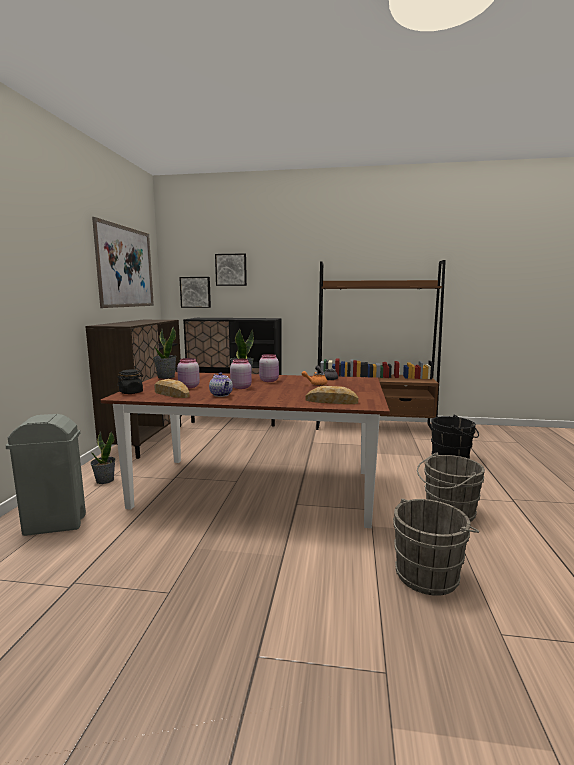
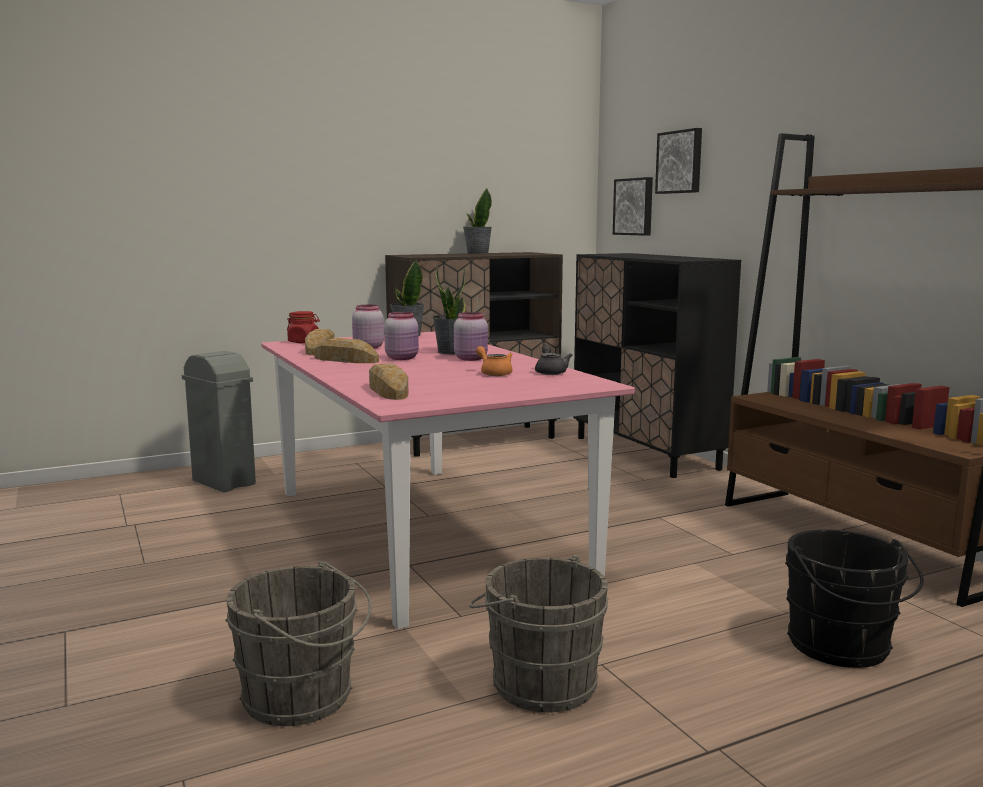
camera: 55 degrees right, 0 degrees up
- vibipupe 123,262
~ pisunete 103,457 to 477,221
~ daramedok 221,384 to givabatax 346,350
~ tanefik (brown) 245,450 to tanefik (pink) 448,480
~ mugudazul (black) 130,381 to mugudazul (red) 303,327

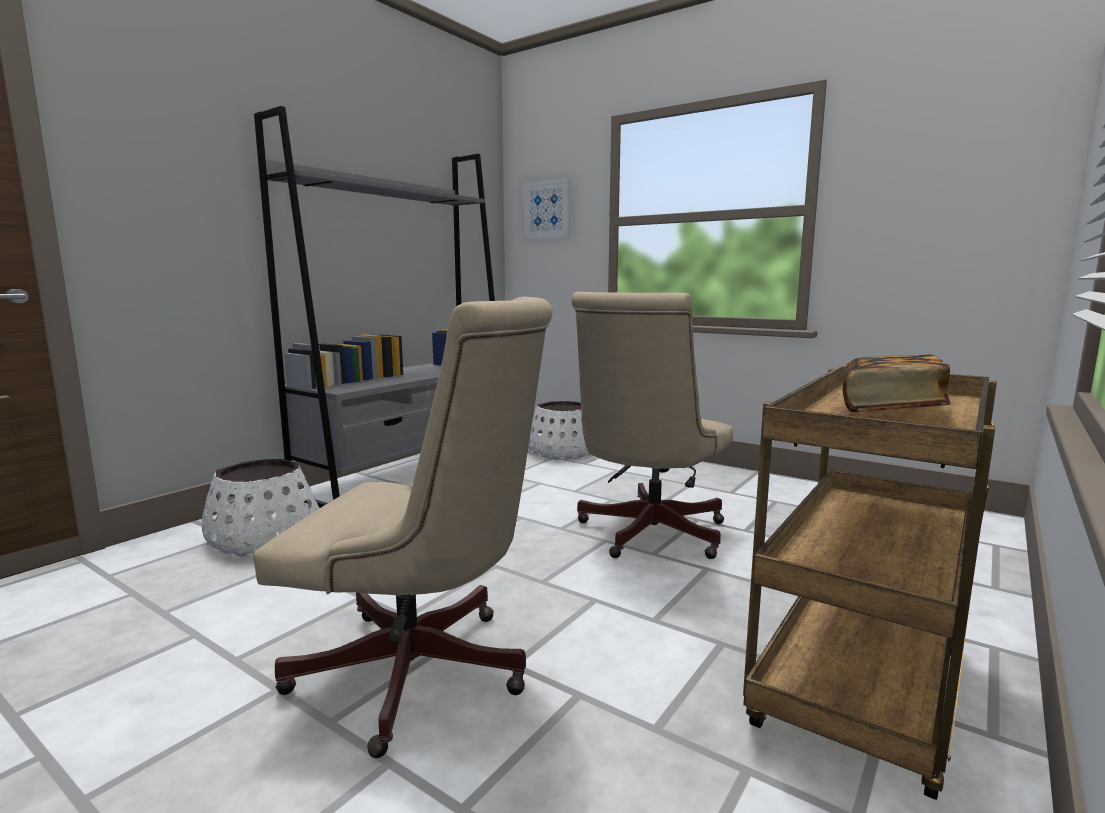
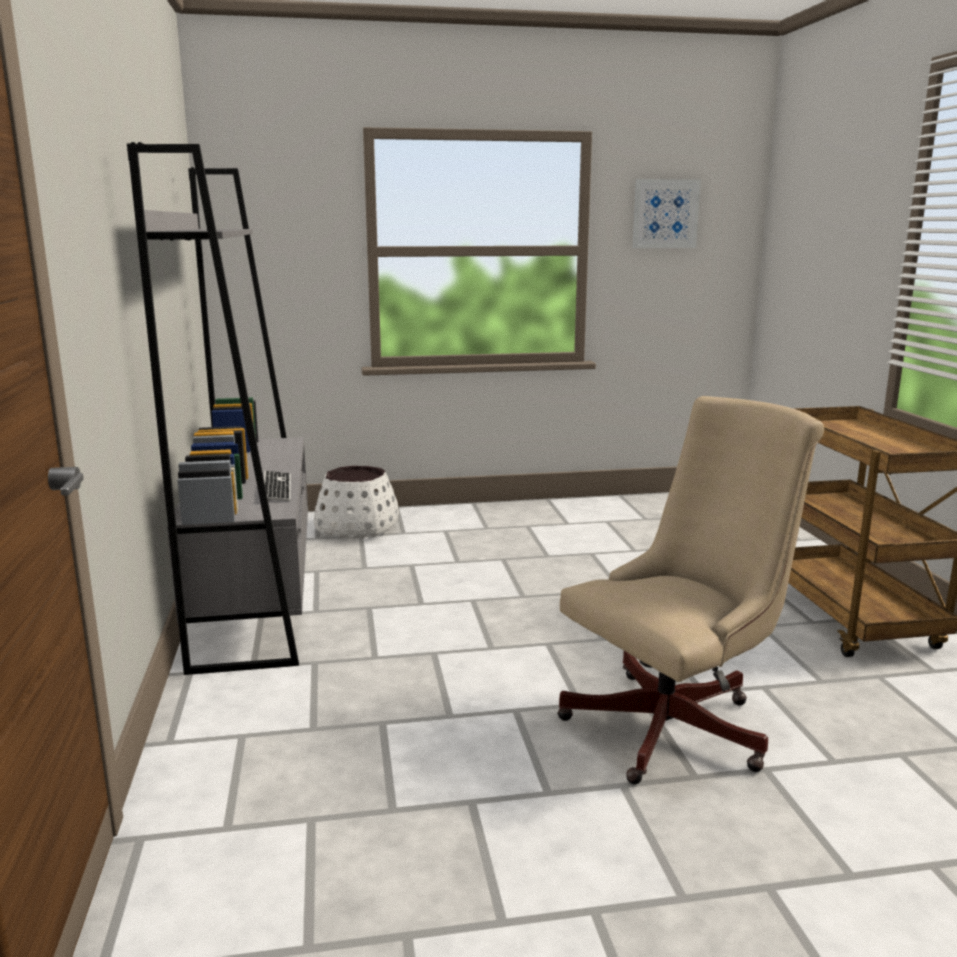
camera: 45 degrees left, 5 degrees up
- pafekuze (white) 260,508
- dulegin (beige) 652,425
- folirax 896,383
+ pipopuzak 277,486
~ vibipupe 547,208 to 667,213

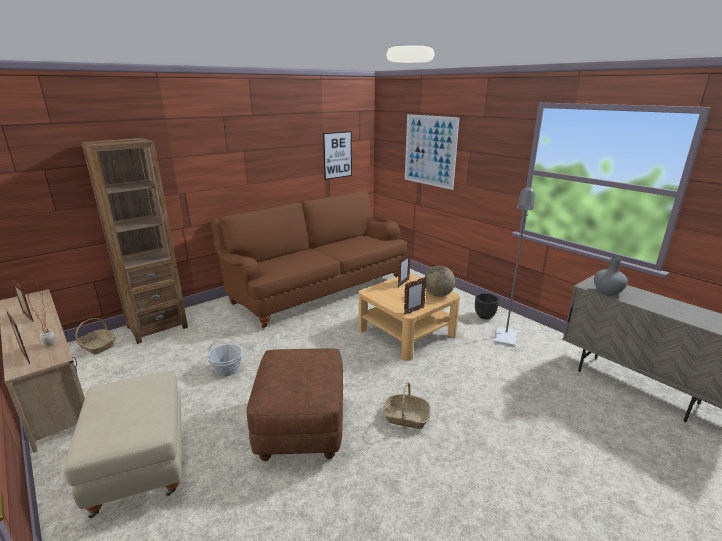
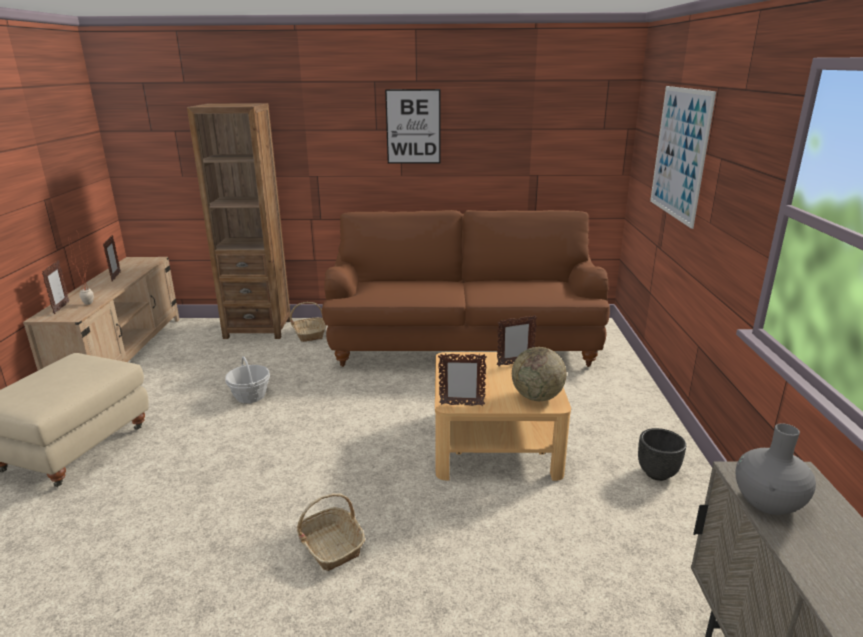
camera: 40 degrees right, 0 degrees up
- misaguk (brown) 295,404
- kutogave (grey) 514,266
~ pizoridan 95,336 to 308,322
~ vibipupe 337,155 to 412,126

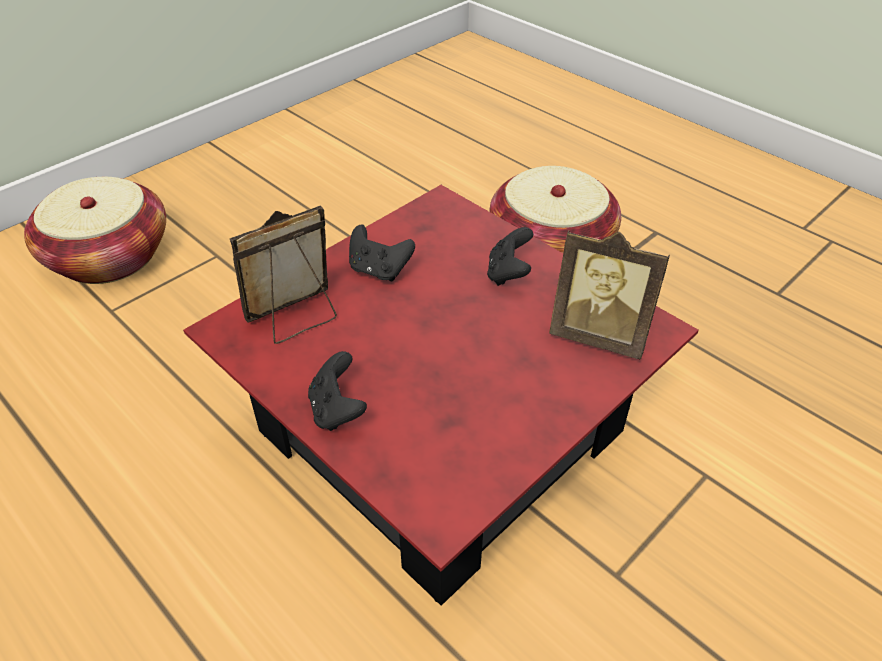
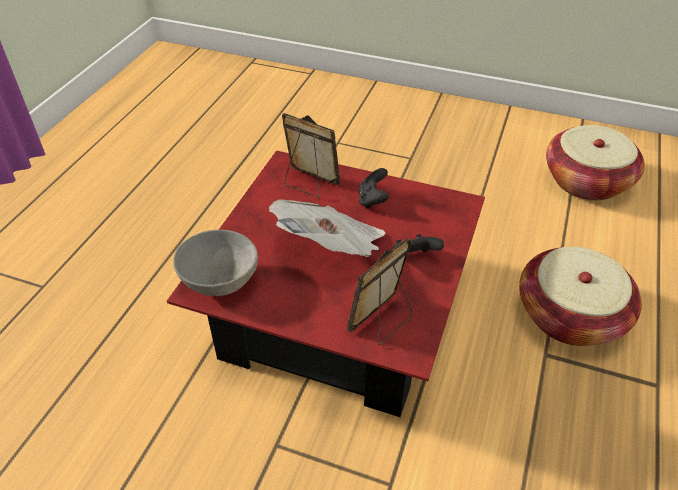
camera: 65 degrees right, 0 degrees up
- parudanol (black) 337,391
+ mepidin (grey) 215,263
+ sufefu 327,228
~ pizoridan 95,230 to 595,163
~ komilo 609,295 = 380,292 45 degrees clockwise

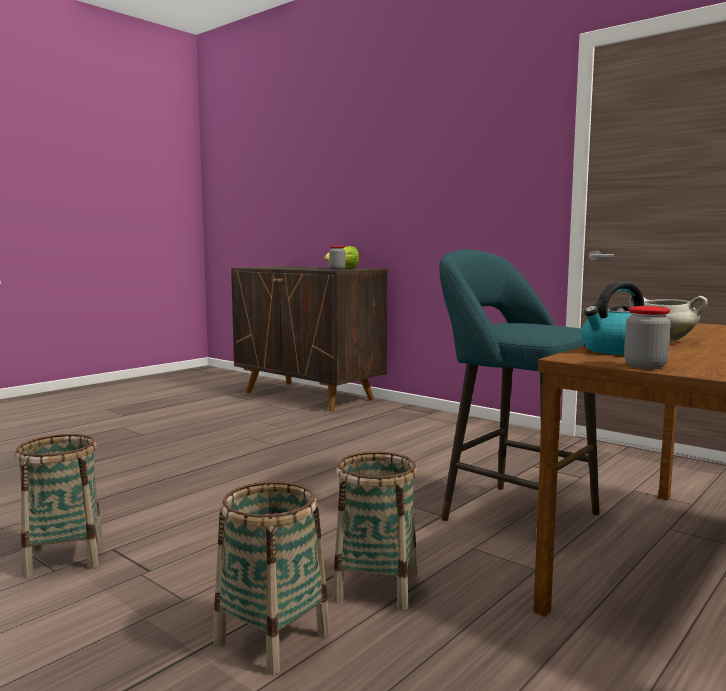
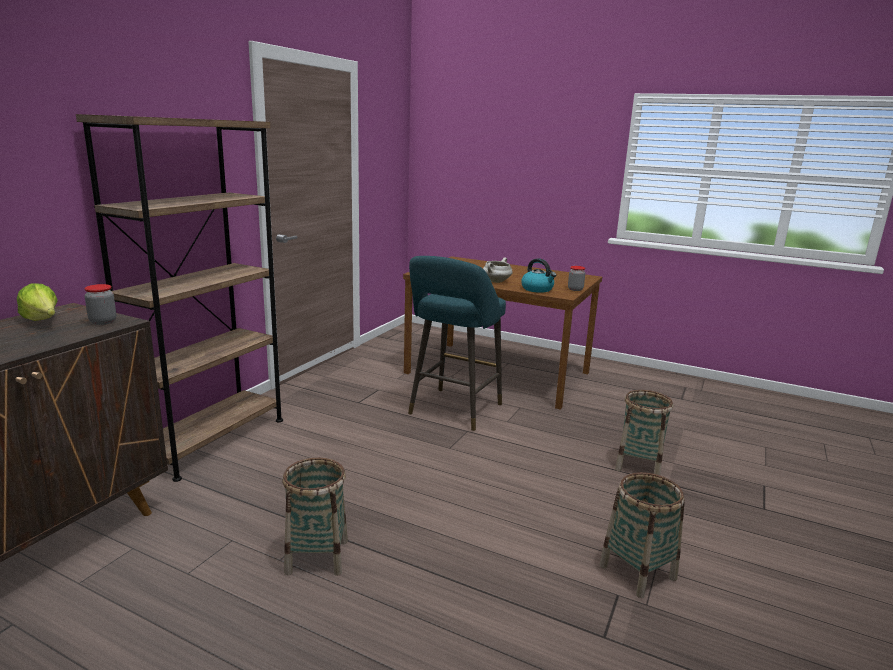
camera: 105 degrees left, 10 degrees up
+ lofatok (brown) 179,298
~ pizoridan 374,531 to 315,517

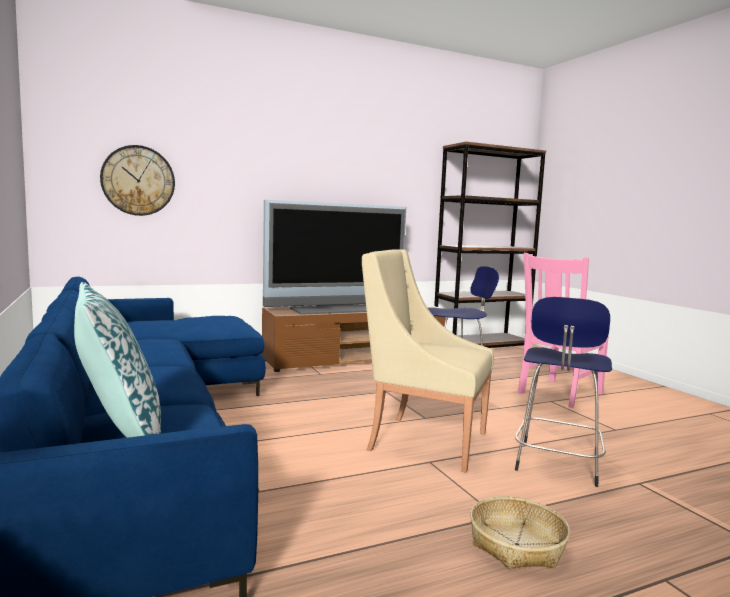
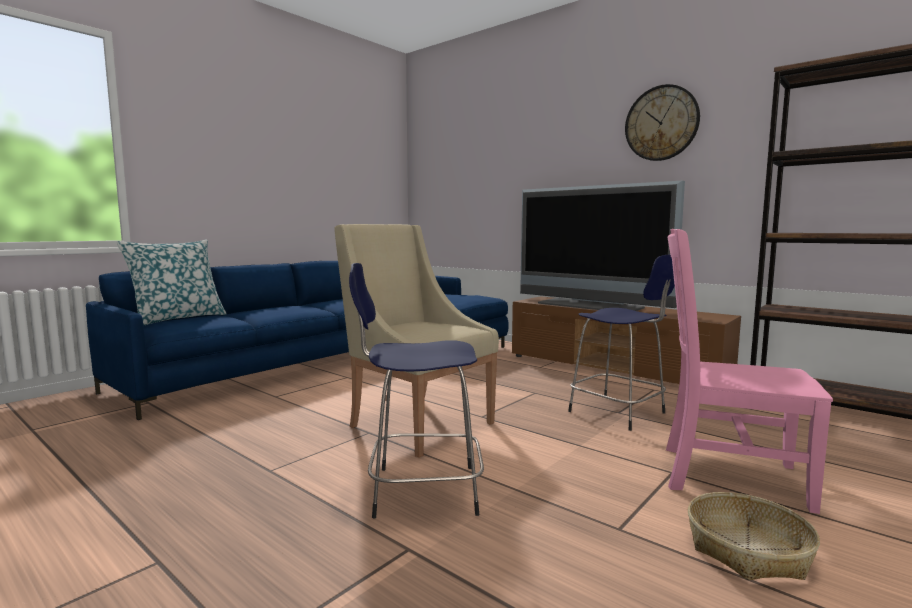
camera: 65 degrees right, 0 degrees up
~ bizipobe 137,180 to 662,122
~ pizoridan 520,532 to 754,536
~ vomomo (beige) 428,361 = 416,341 45 degrees counterclockwise

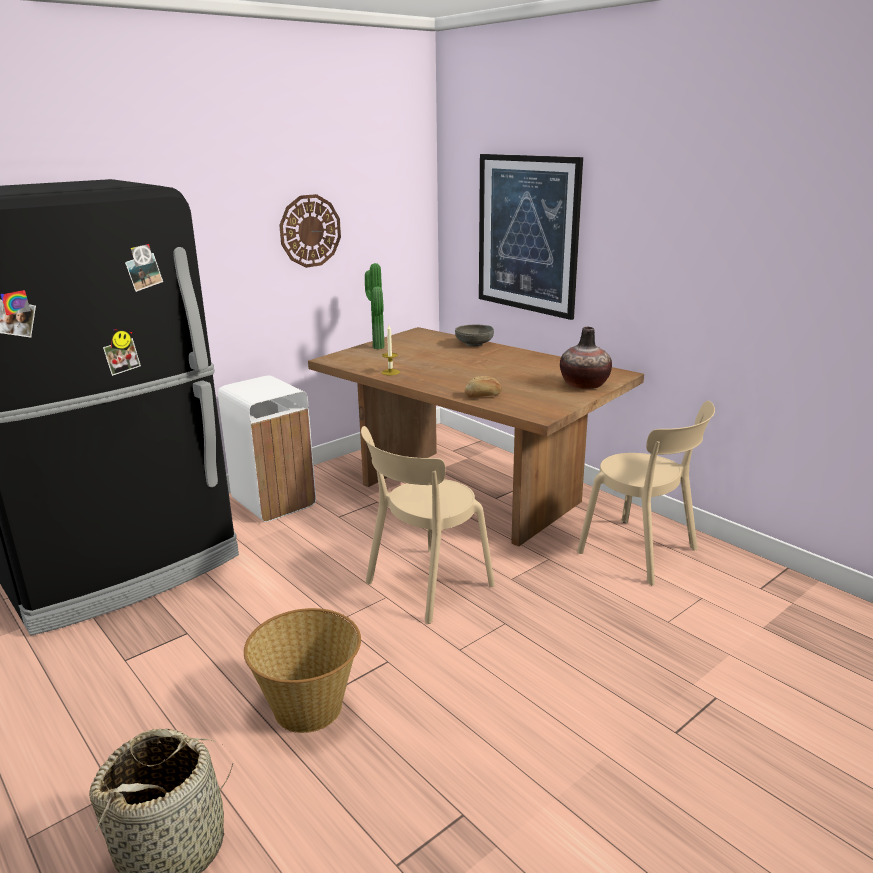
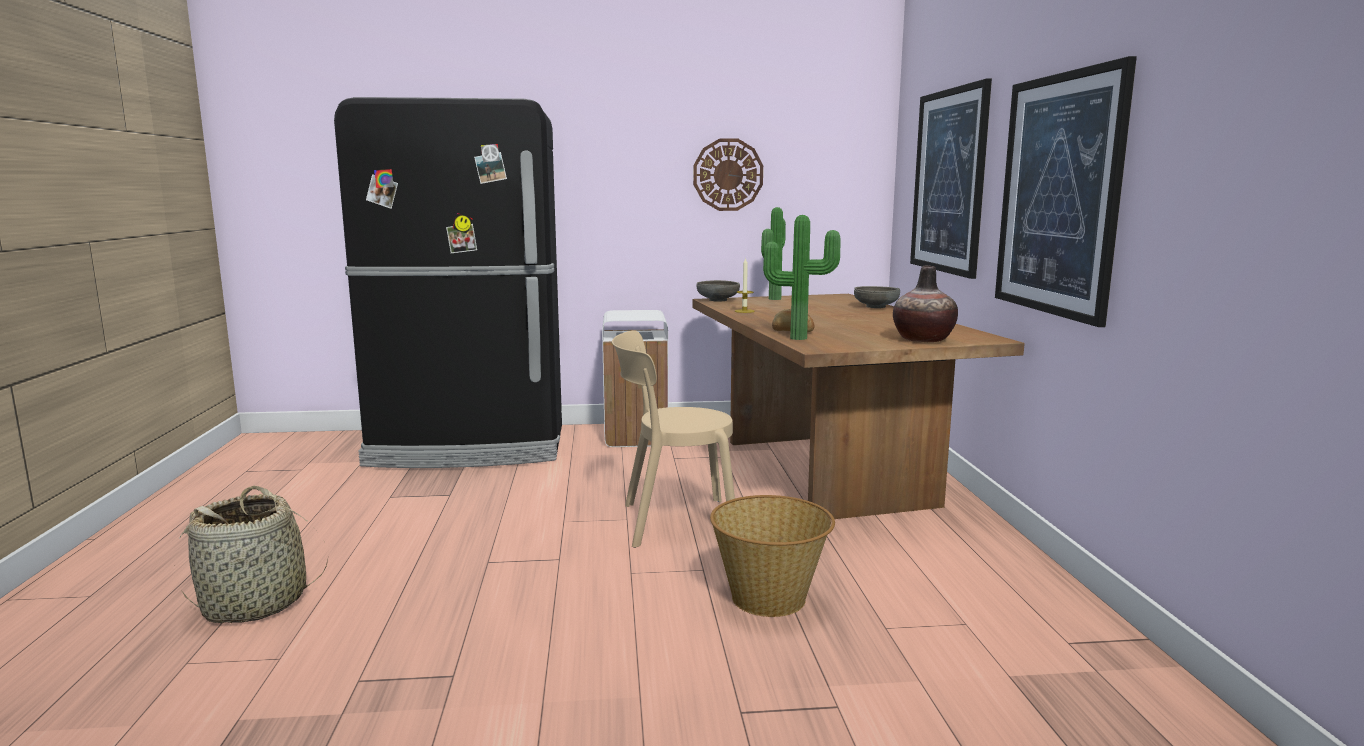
camera: 35 degrees right, 10 degrees down
- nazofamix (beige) 646,493
+ mepidin (grey) 718,291
+ pisunete 801,277
+ vibipupe 1066,191
~ pizoridan 302,670 to 772,556

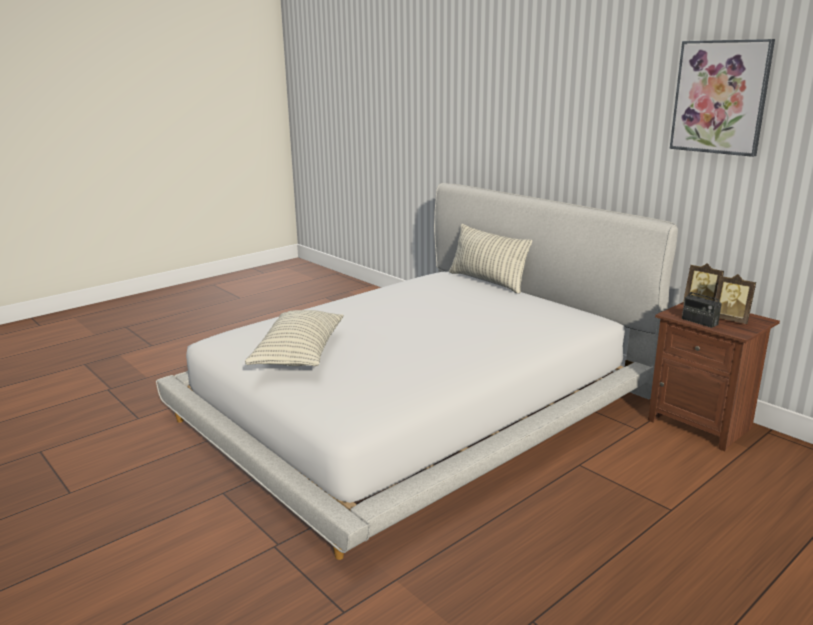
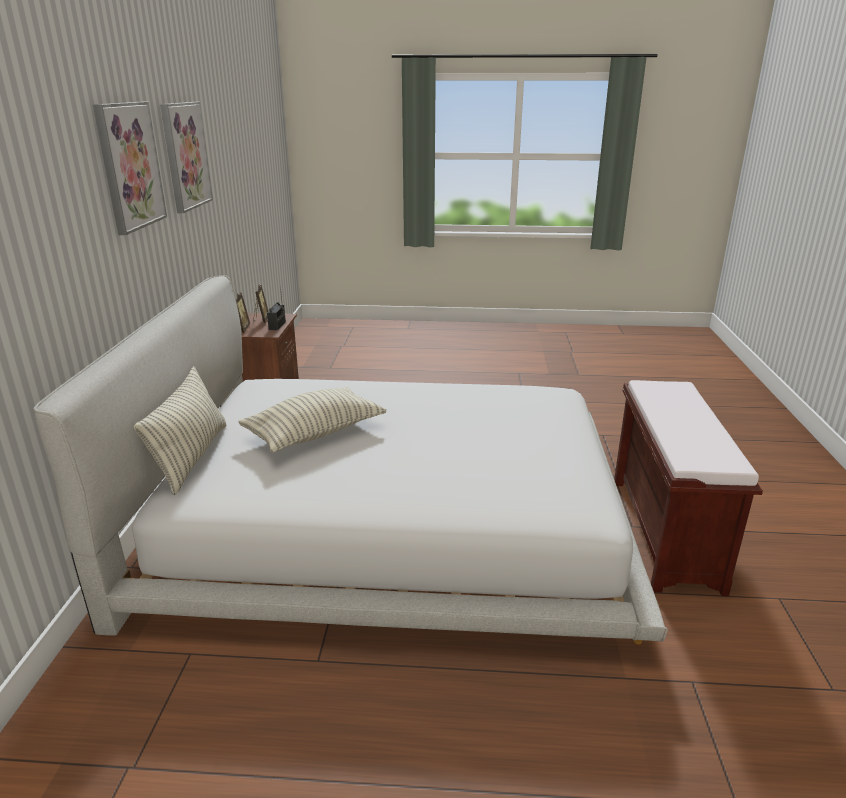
camera: 135 degrees left, 5 degrees up
+ vibipupe 130,168
+ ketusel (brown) 688,488
~ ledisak 294,338 to 312,420

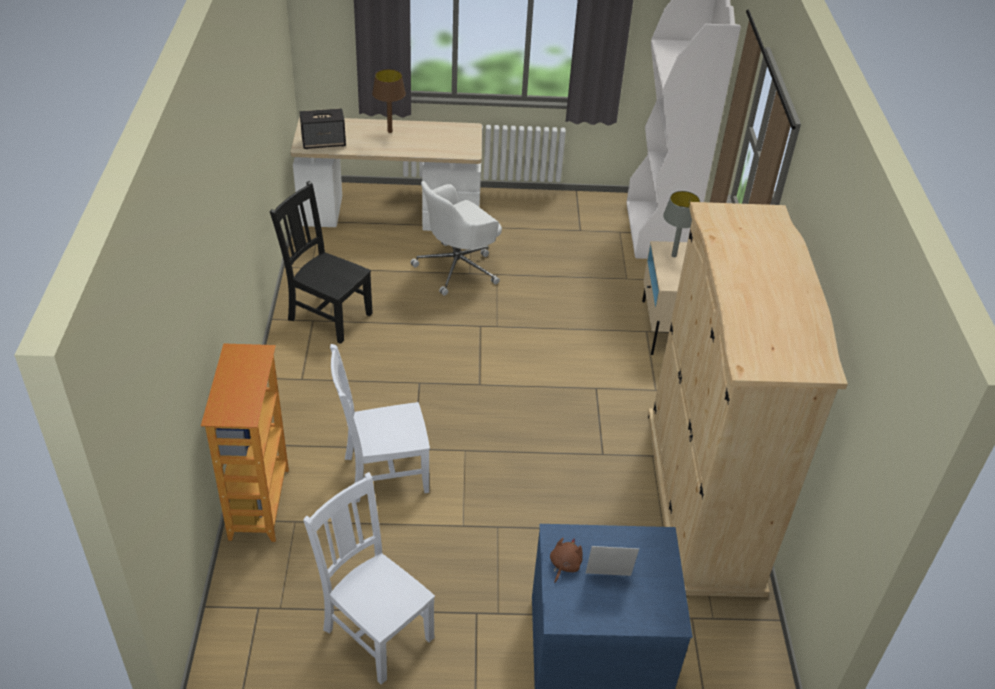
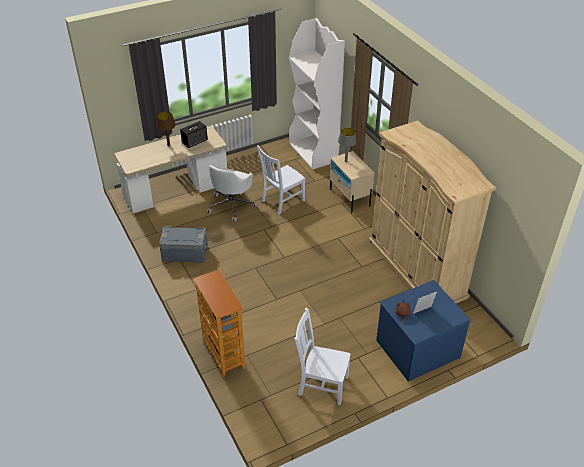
camera: 25 degrees left, 0 degrees up
~ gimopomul 323,128 to 194,134
~ nazofamix (white) 380,423 to 281,180
~ nazofamix (black) 321,262 to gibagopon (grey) 183,244

